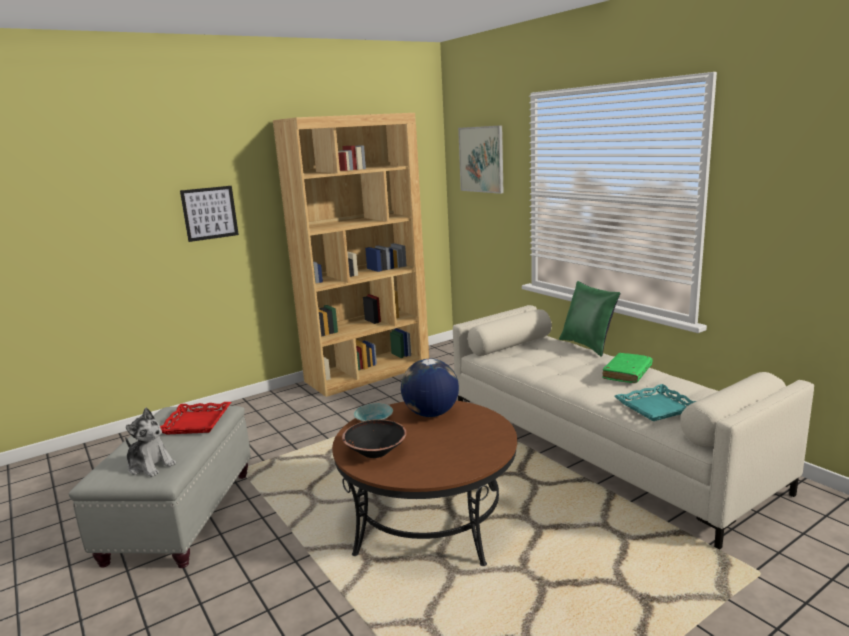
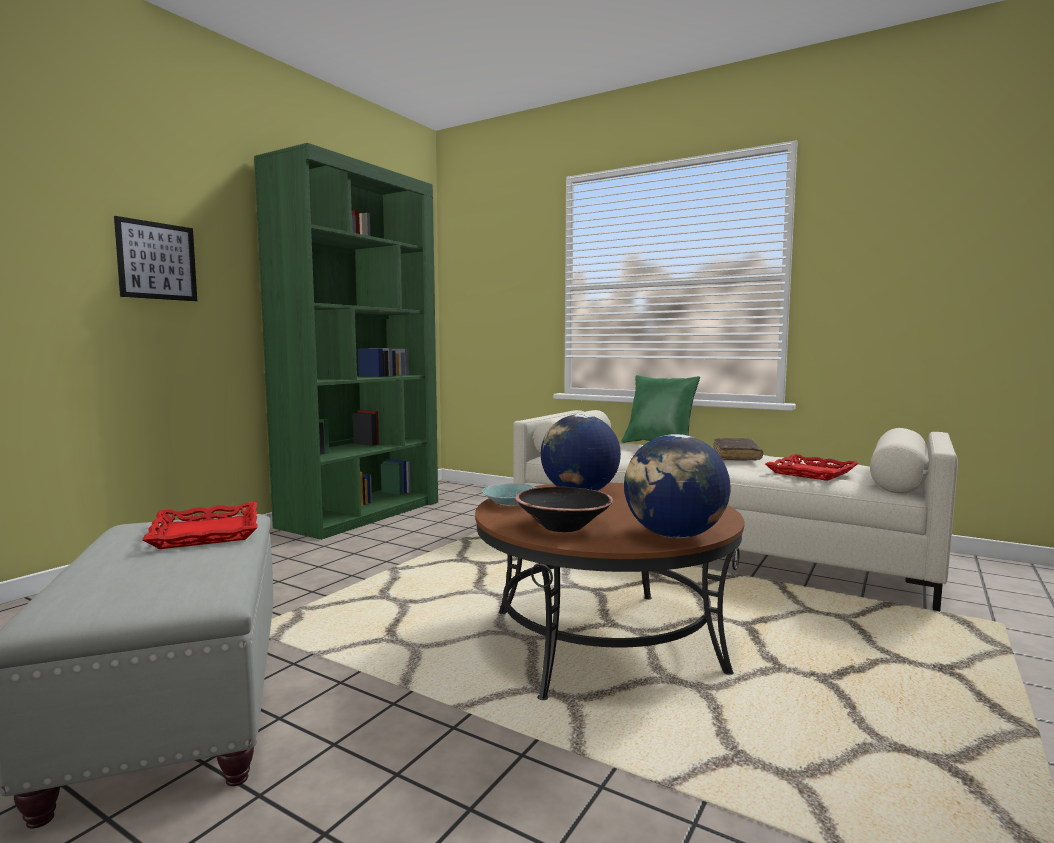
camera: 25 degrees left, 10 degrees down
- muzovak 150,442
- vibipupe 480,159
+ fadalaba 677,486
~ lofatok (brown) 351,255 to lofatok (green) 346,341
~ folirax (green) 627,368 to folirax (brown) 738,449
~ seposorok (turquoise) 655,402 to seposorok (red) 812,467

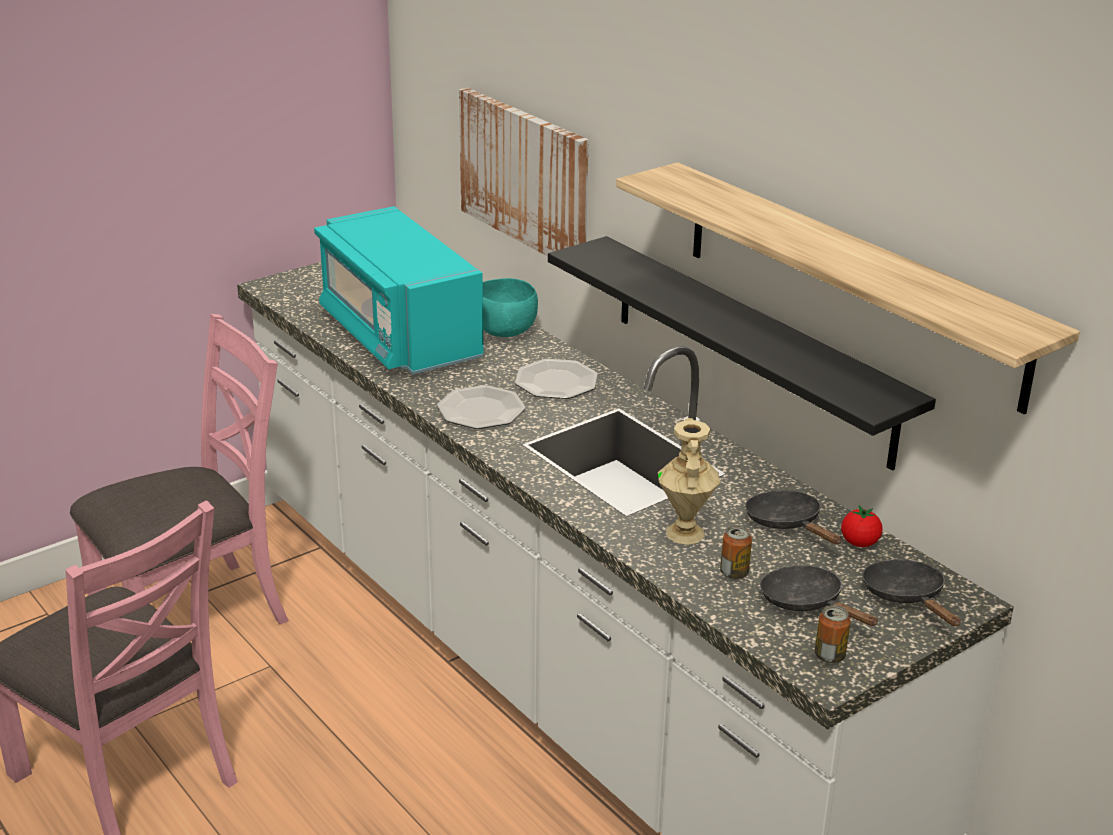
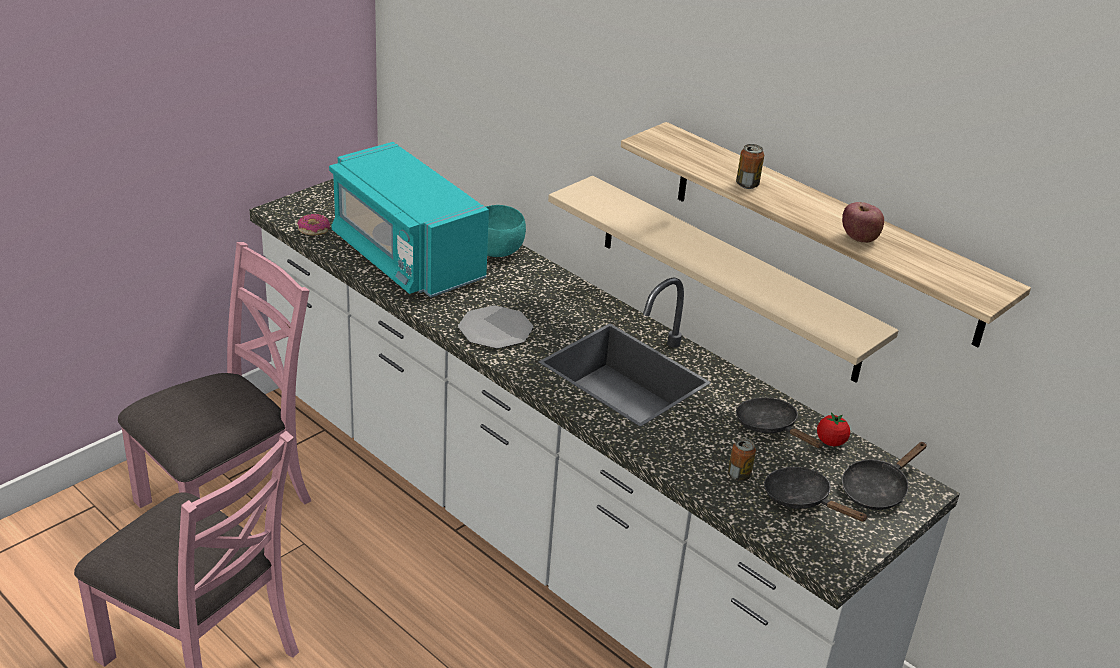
camera: 10 degrees left, 5 degrees up
- vibipupe 524,172
- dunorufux 556,379
- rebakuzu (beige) 689,481
+ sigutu 313,225
+ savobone 863,222
~ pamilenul 833,634 to 750,166
~ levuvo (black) 742,353 to levuvo (beige) 723,279
~ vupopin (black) 911,592 = 884,476 105 degrees counterclockwise

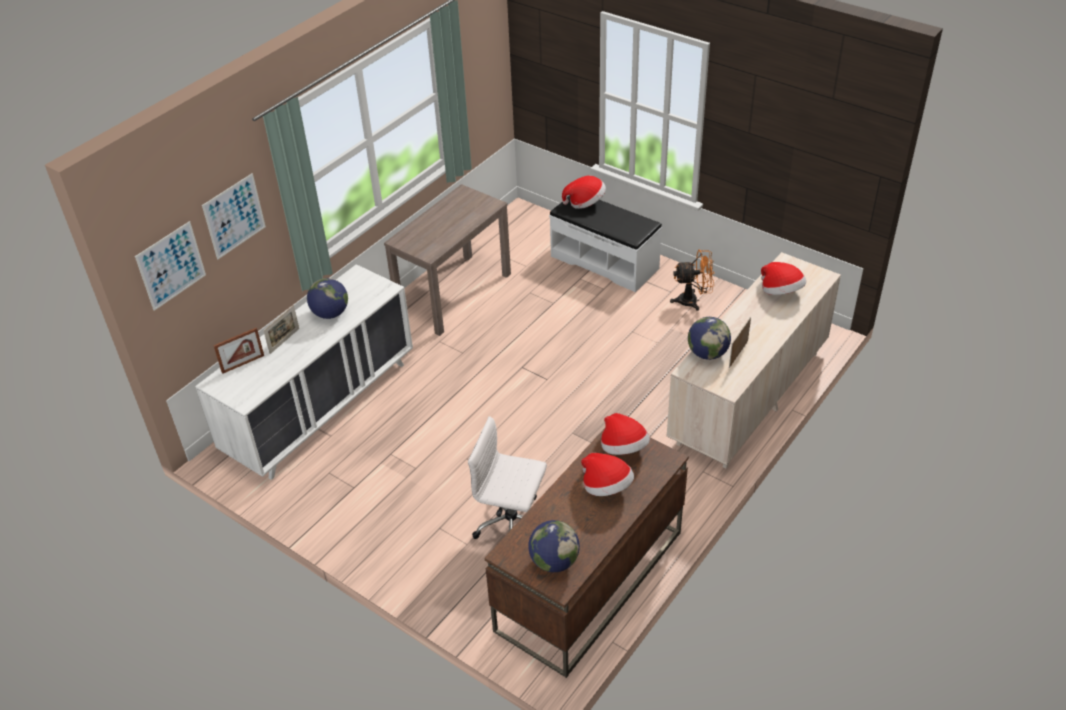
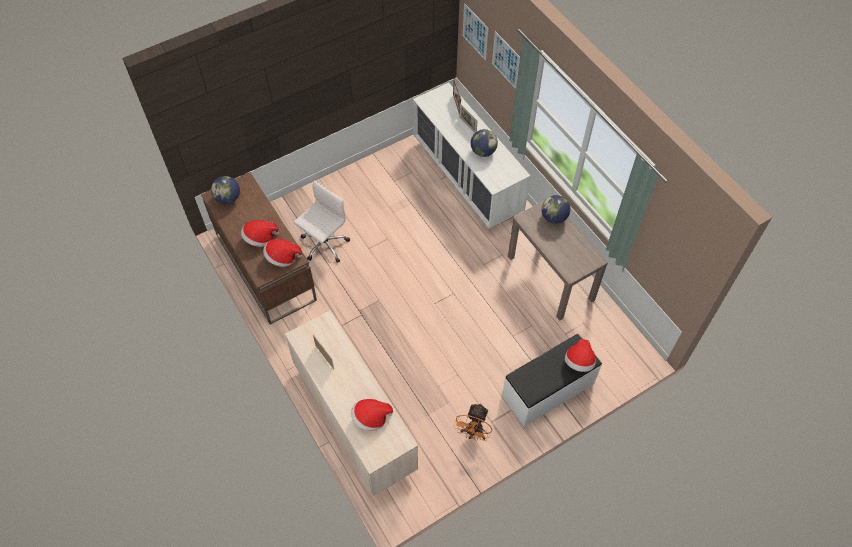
camera: 110 degrees right, 15 degrees up
~ fadalaba 709,338 to 556,209

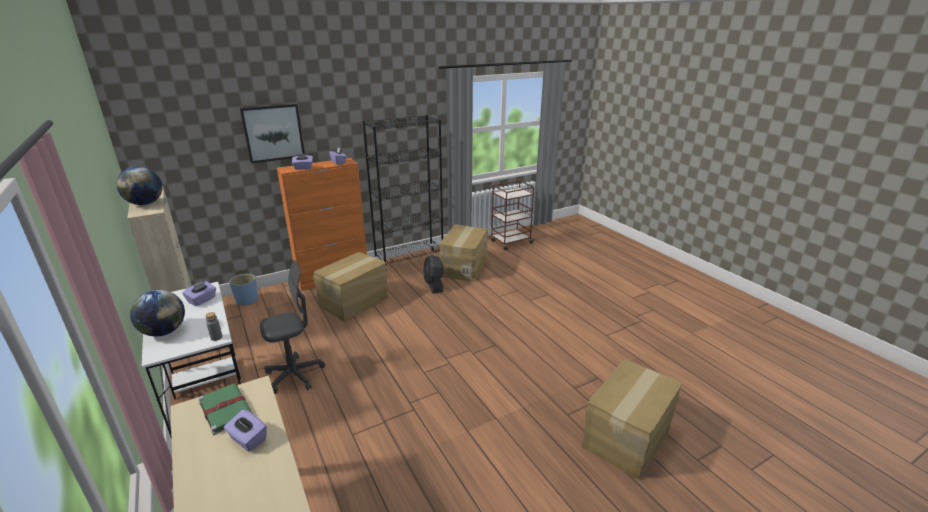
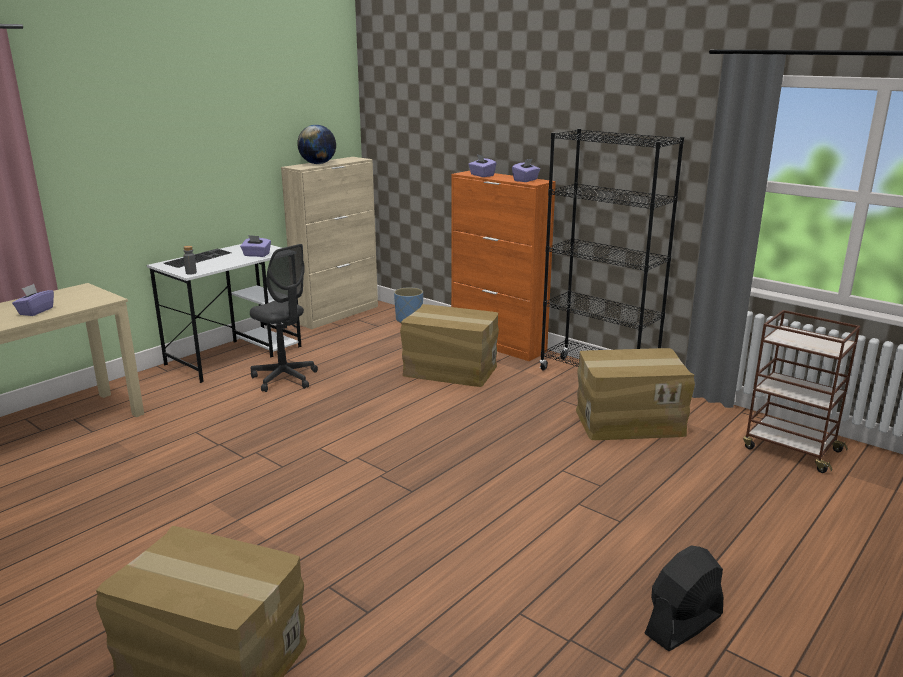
camera: 70 degrees right, 5 degrees down
- folirax (green) 225,409
- vibipupe 272,134
~ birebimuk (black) 433,274 to 683,598
~ fadalaba 157,313 to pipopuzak 198,258

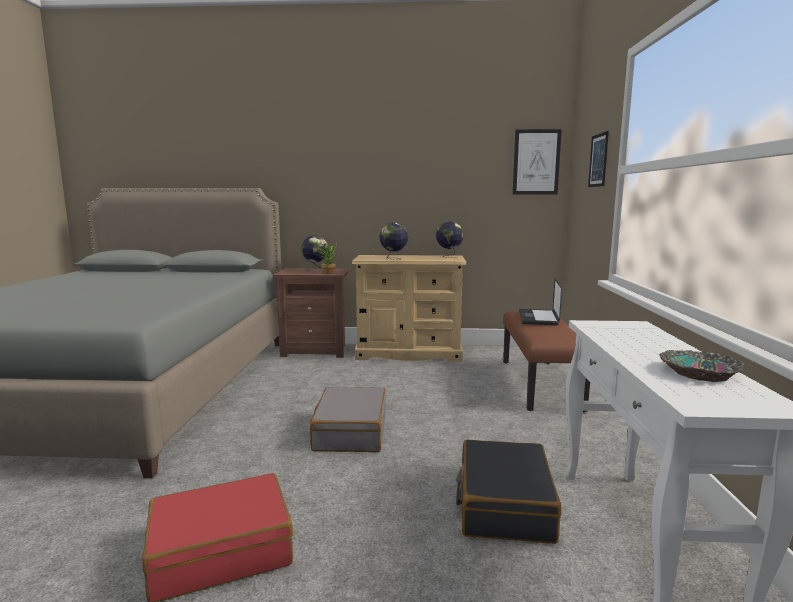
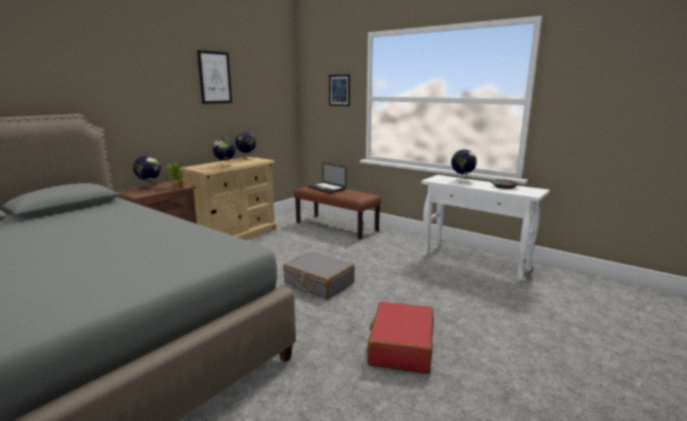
camera: 55 degrees left, 5 degrees up
- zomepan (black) 509,492
+ fadalaba 464,166
~ vibipupe 537,161 to 214,77

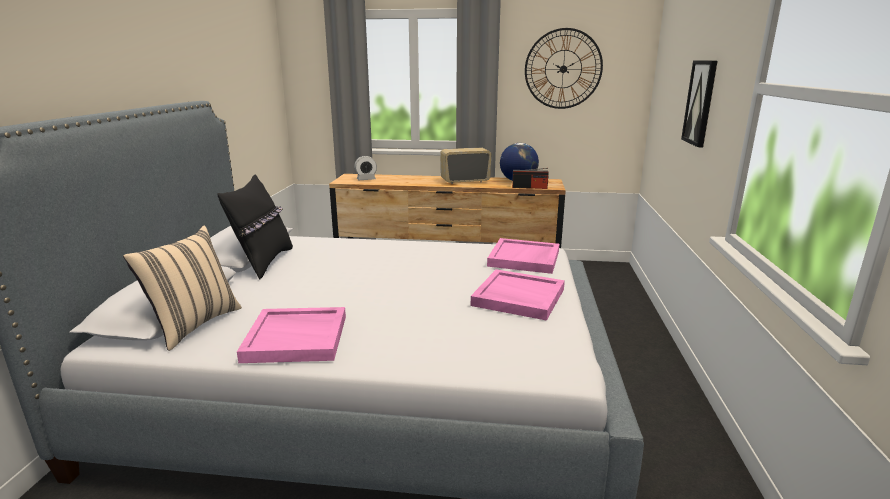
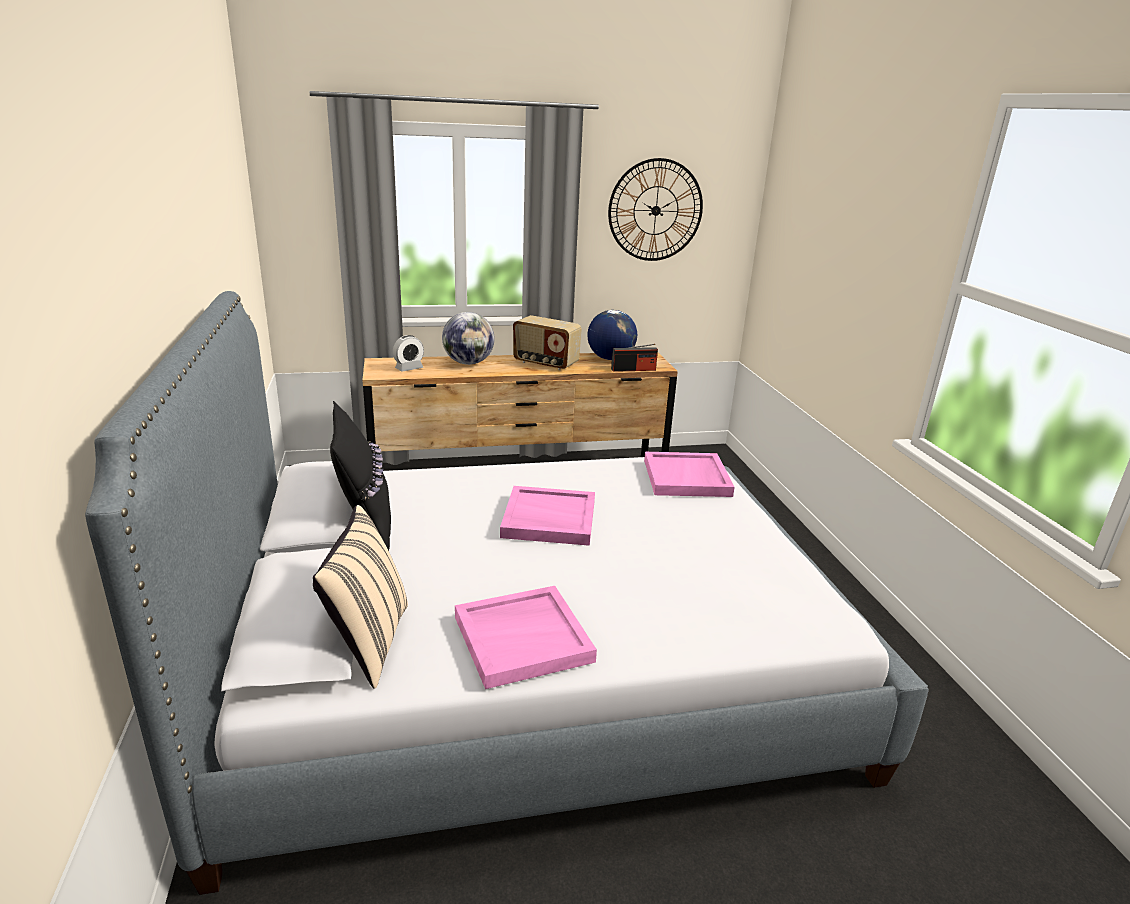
camera: 20 degrees left, 5 degrees up
- vibipupe 699,104
+ fadalaba 468,338
~ seposorok (pink) 518,295 to 547,516
~ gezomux 466,166 = 547,342 120 degrees counterclockwise

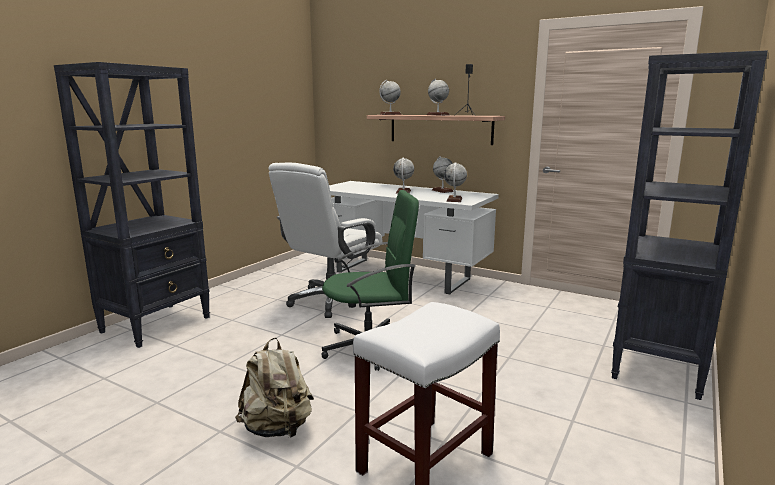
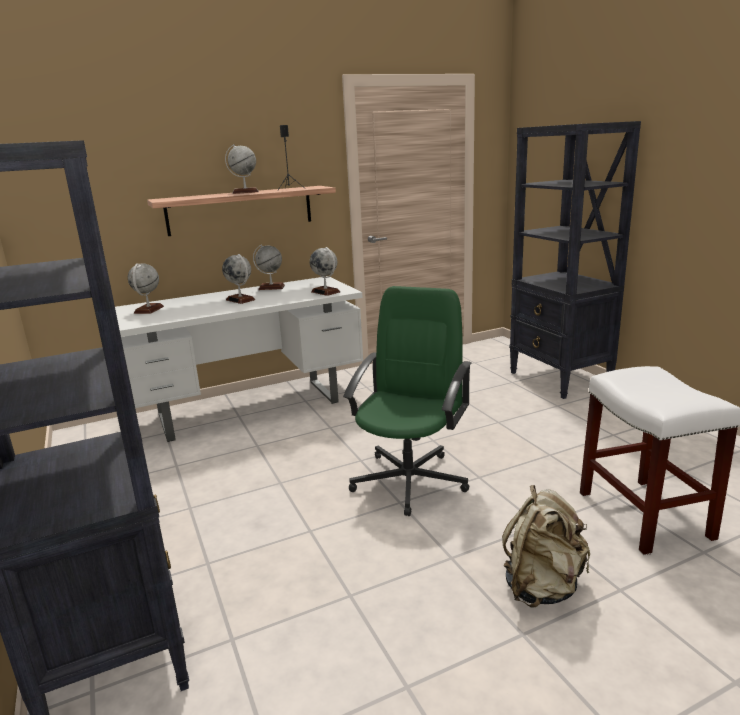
camera: 55 degrees left, 5 degrees up
- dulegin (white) 325,240
~ fadalaba 390,97 to 146,288

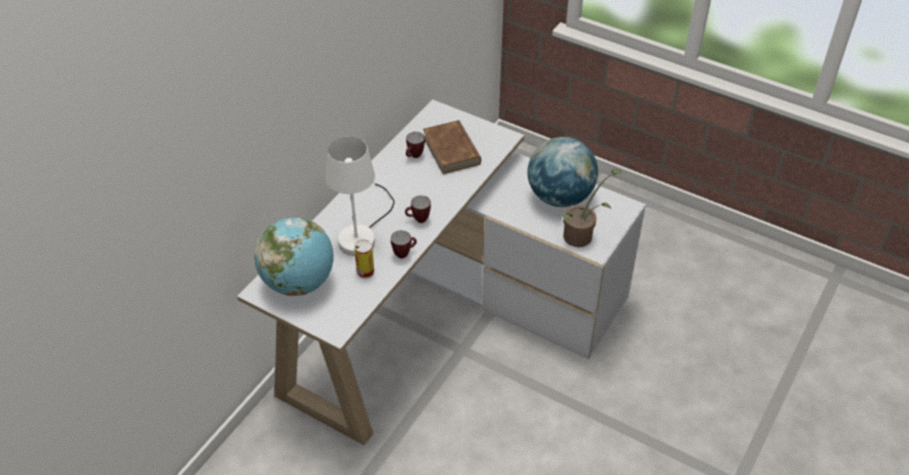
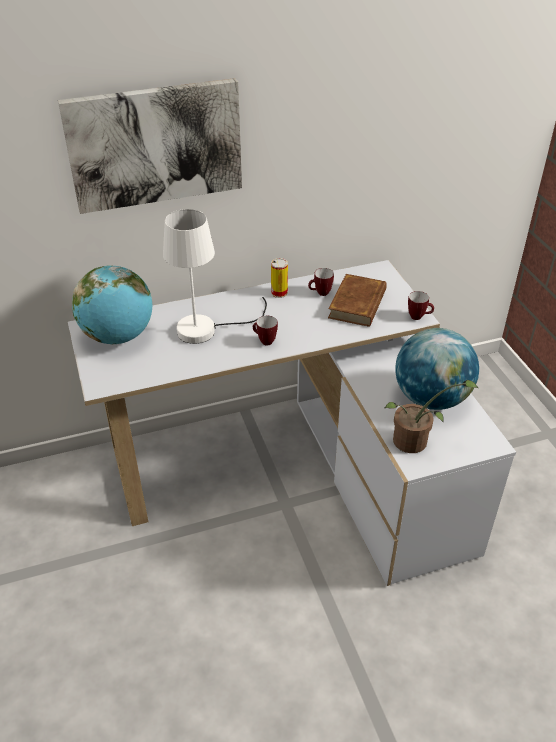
camera: 40 degrees right, 5 degrees down
+ vibipupe 150,146
~ pamilenul 364,258 to 279,278
~ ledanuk 404,244 to 421,305

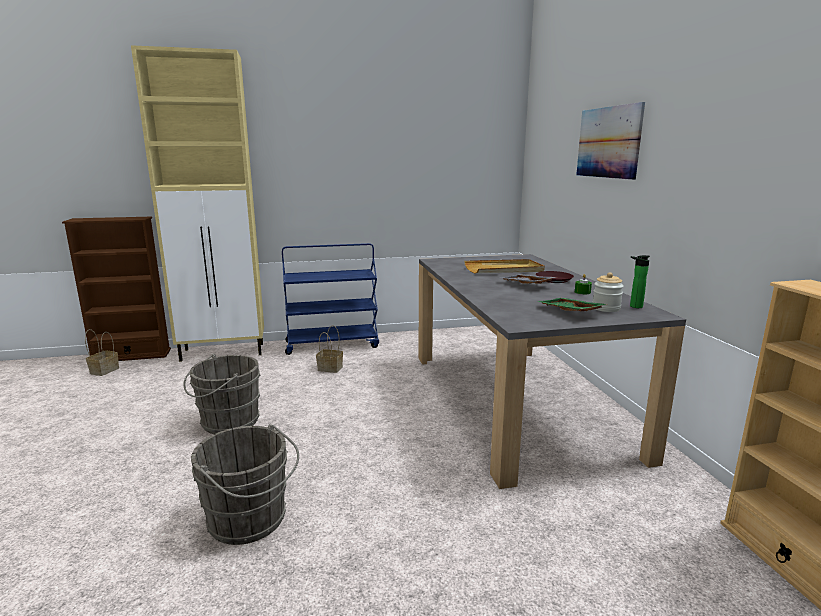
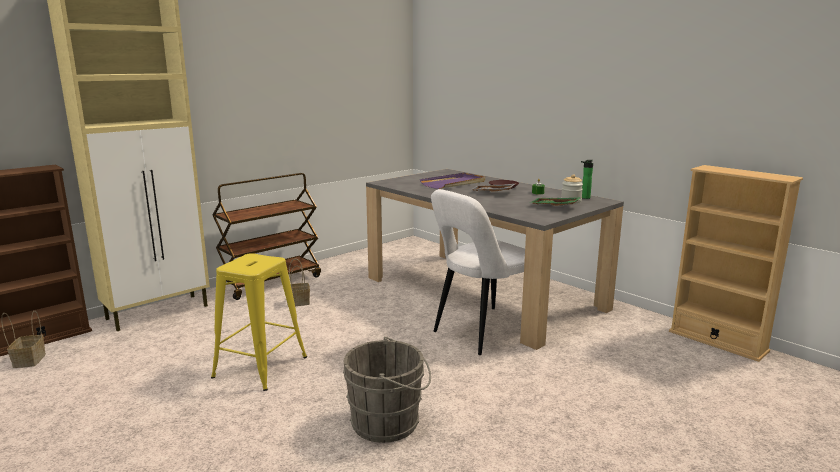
camera: 30 degrees left, 0 degrees up
- vibipupe 610,141
+ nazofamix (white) 478,272
~ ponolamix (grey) 221,394 to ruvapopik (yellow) 259,322
~ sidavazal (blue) 330,299 to sidavazal (brown) 267,236
~ seposorok (beige) 504,266 to seposorok (purple) 452,181

